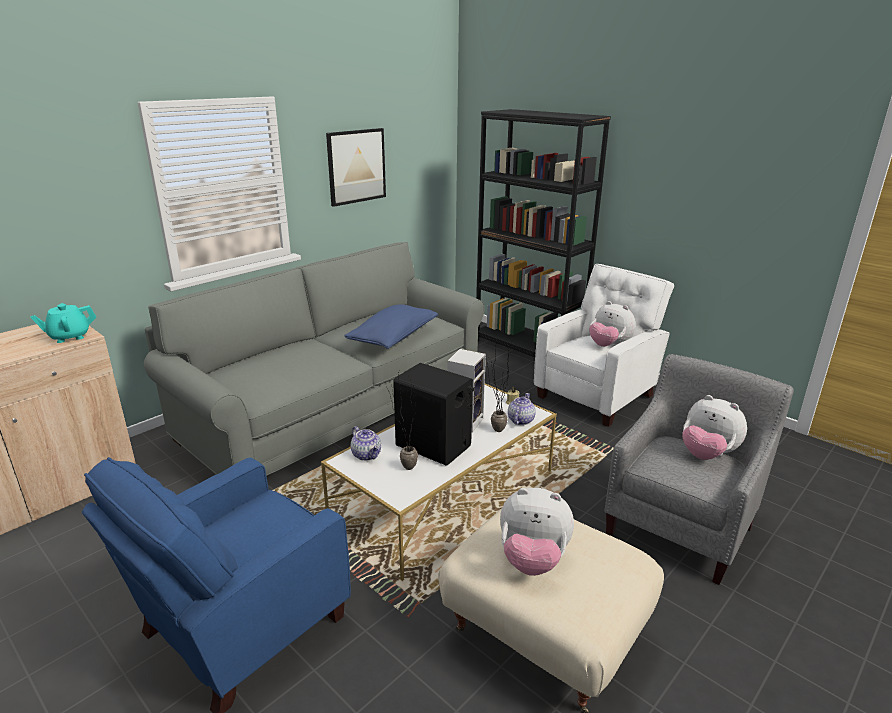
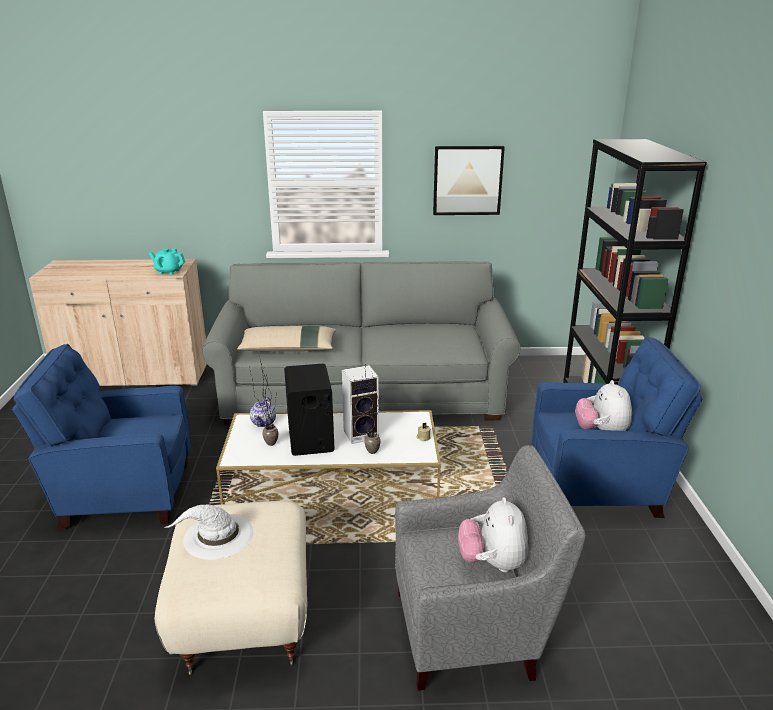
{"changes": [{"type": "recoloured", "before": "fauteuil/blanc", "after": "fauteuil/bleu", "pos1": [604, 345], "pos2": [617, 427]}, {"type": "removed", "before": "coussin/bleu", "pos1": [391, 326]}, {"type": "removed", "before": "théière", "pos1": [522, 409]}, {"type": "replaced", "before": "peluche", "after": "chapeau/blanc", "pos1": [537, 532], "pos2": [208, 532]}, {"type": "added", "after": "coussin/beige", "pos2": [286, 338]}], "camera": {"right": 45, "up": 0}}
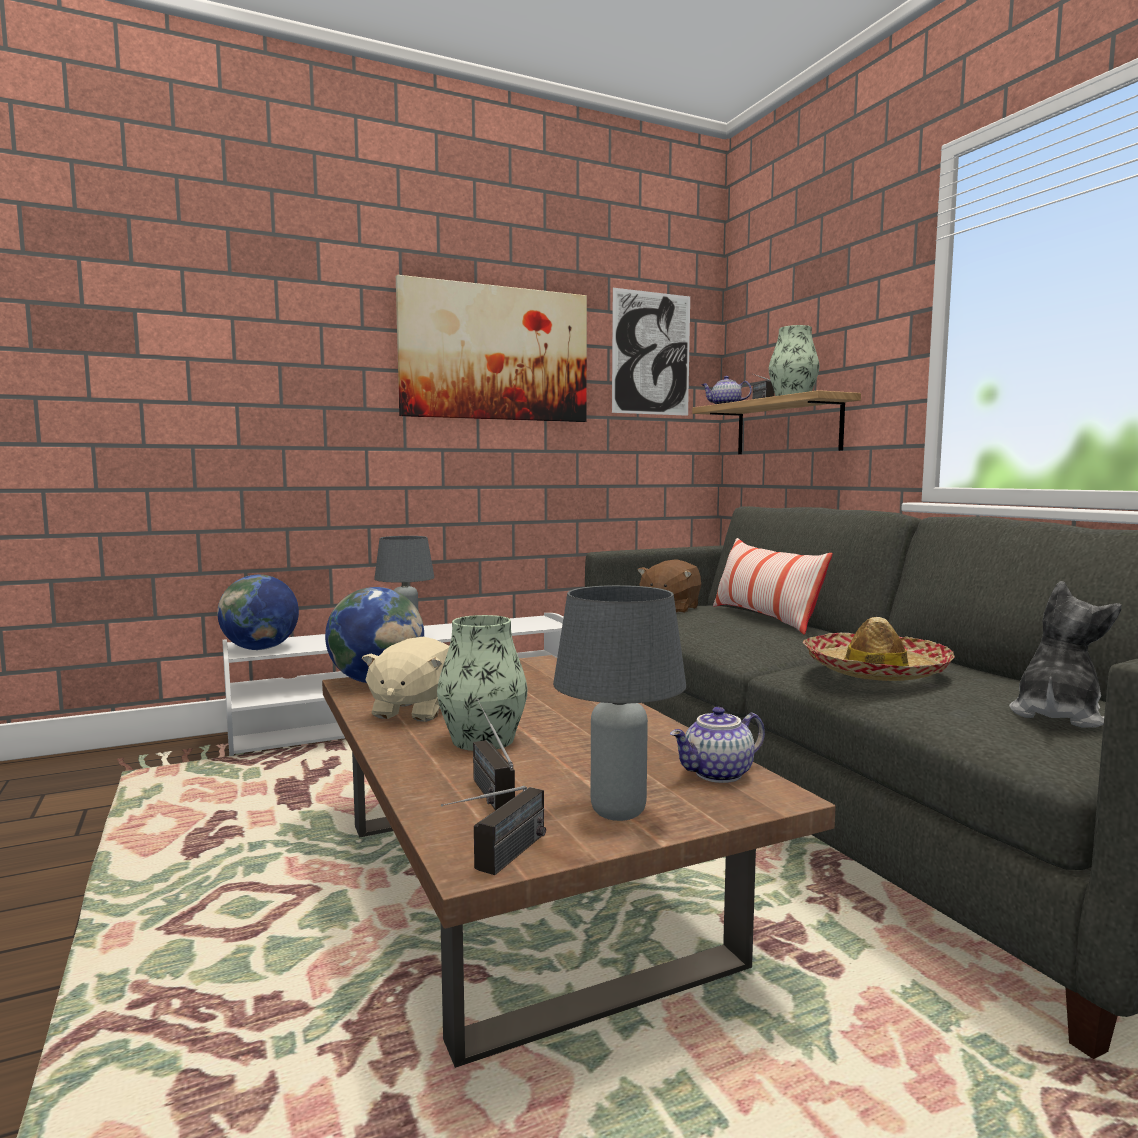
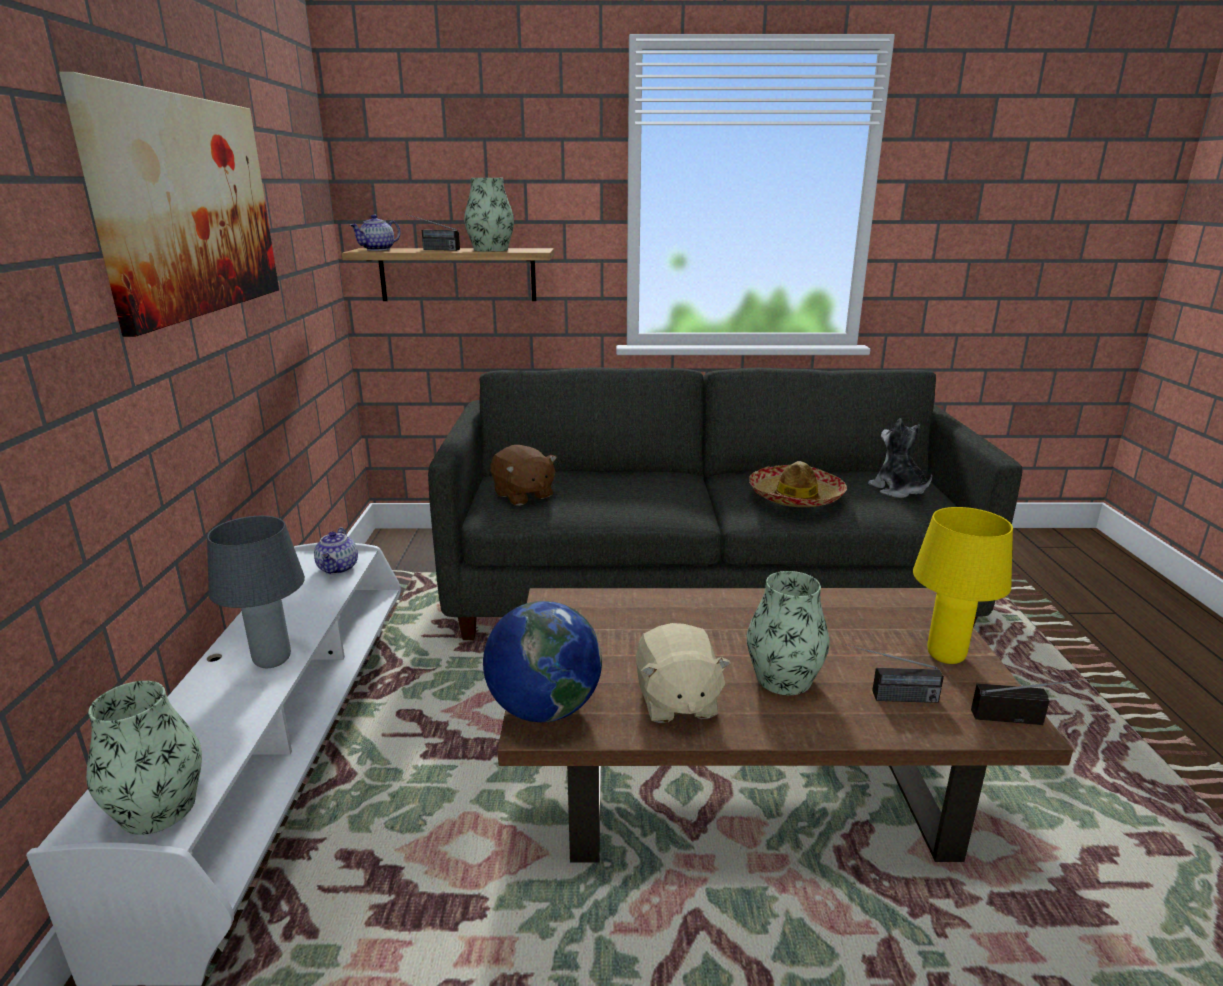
{"changes": [{"type": "removed", "before": "tableau", "pos1": [651, 352]}, {"type": "removed", "before": "coussin", "pos1": [773, 586]}, {"type": "replaced", "before": "globe", "after": "vase", "pos1": [258, 612], "pos2": [144, 758]}, {"type": "recoloured", "before": "lampe de table/gris", "after": "lampe de table/jaune", "pos1": [619, 703], "pos2": [963, 585]}, {"type": "turned", "before": "peluche/beige", "pos1": [405, 679], "pos2": [683, 673], "turn": 45}, {"type": "moved", "before": "théière", "pos1": [717, 745], "pos2": [336, 551]}, {"type": "turned", "before": "radio", "pos1": [493, 830], "pos2": [1032, 701], "turn": -45}], "camera": {"right": -65, "up": 15}}
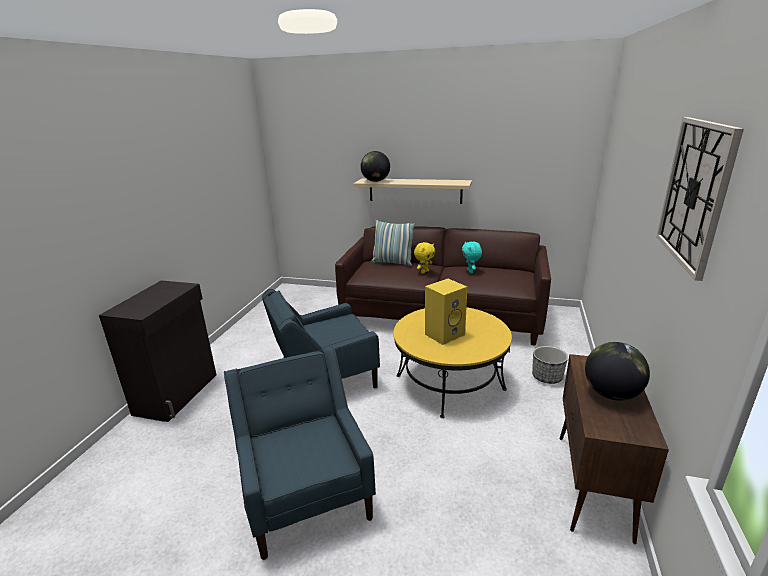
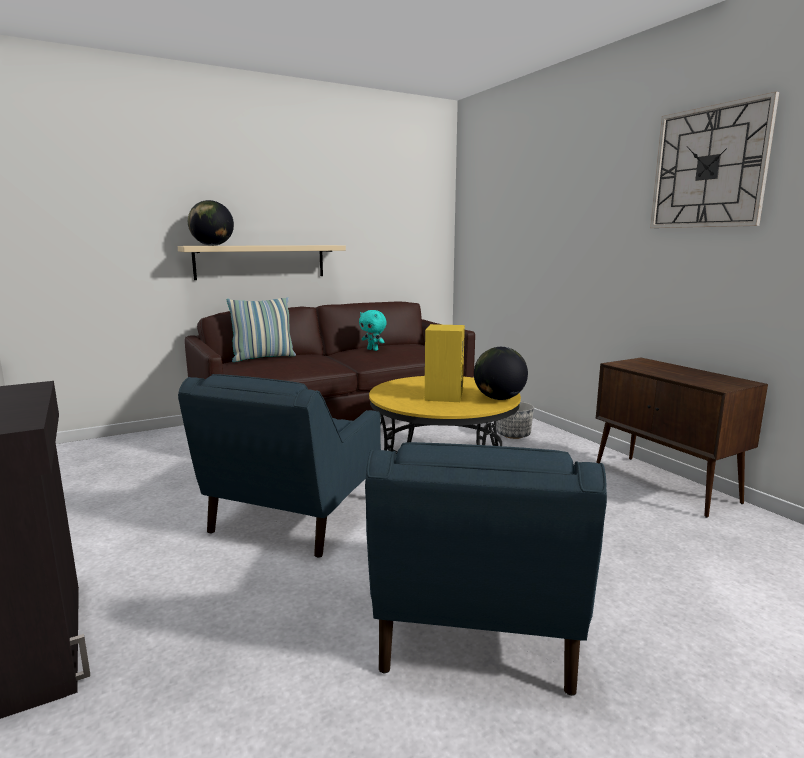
{"changes": [{"type": "removed", "before": "peluche/jaune", "pos1": [424, 258]}, {"type": "moved", "before": "globe", "pos1": [617, 371], "pos2": [501, 373]}, {"type": "turned", "before": "fauteuil/bleu", "pos1": [300, 453], "pos2": [486, 569], "turn": -105}], "camera": {"right": -45, "up": -10}}
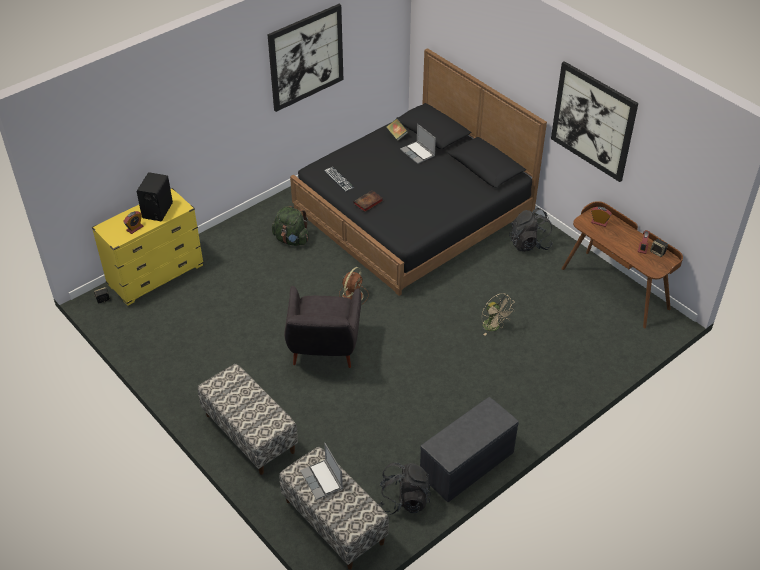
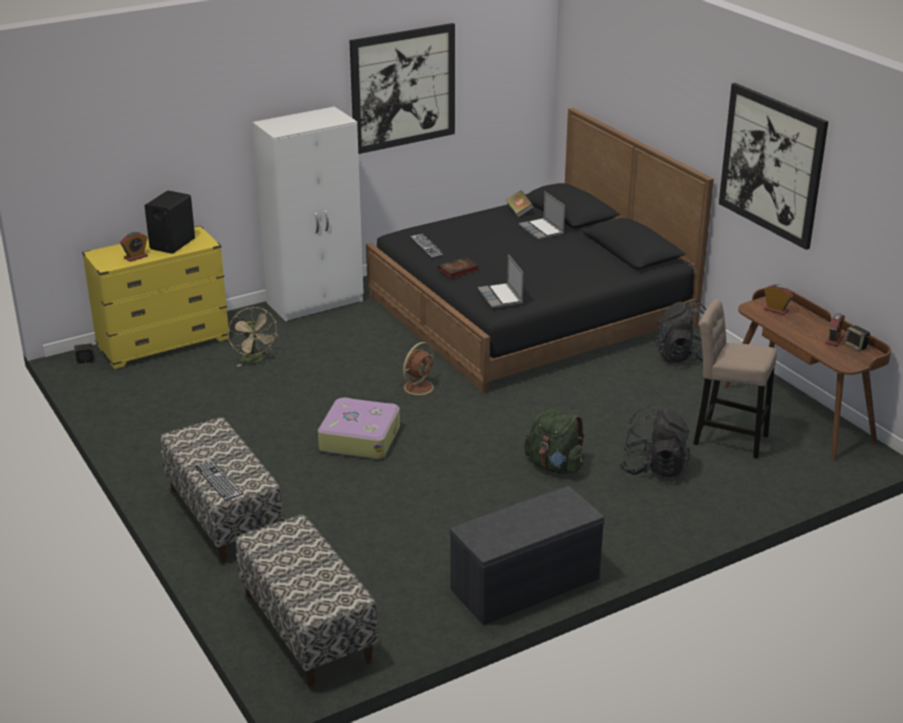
{"changes": [{"type": "moved", "before": "sac à dos/vert", "pos1": [290, 226], "pos2": [554, 440]}, {"type": "replaced", "before": "fauteuil/gris", "after": "valise", "pos1": [322, 327], "pos2": [359, 428]}, {"type": "moved", "before": "ventilateur/beige", "pos1": [498, 314], "pos2": [253, 337]}, {"type": "moved", "before": "ordinateur portable", "pos1": [321, 471], "pos2": [501, 281]}, {"type": "moved", "before": "sac à dos/noir", "pos1": [405, 488], "pos2": [654, 441]}, {"type": "added", "after": "armoire/blanc", "pos2": [308, 214]}, {"type": "added", "after": "tabouret/beige", "pos2": [735, 378]}, {"type": "added", "after": "clavier", "pos2": [219, 480]}], "camera": {"right": 10, "up": -15}}
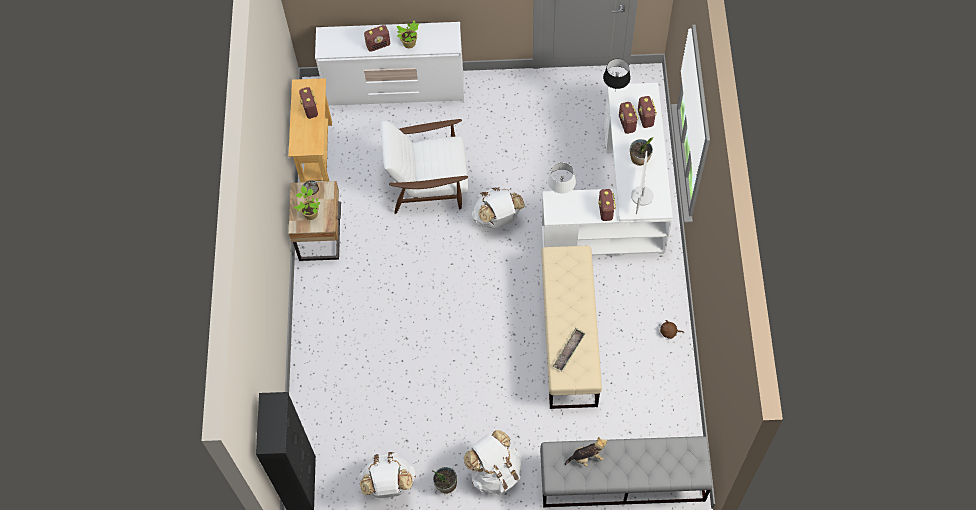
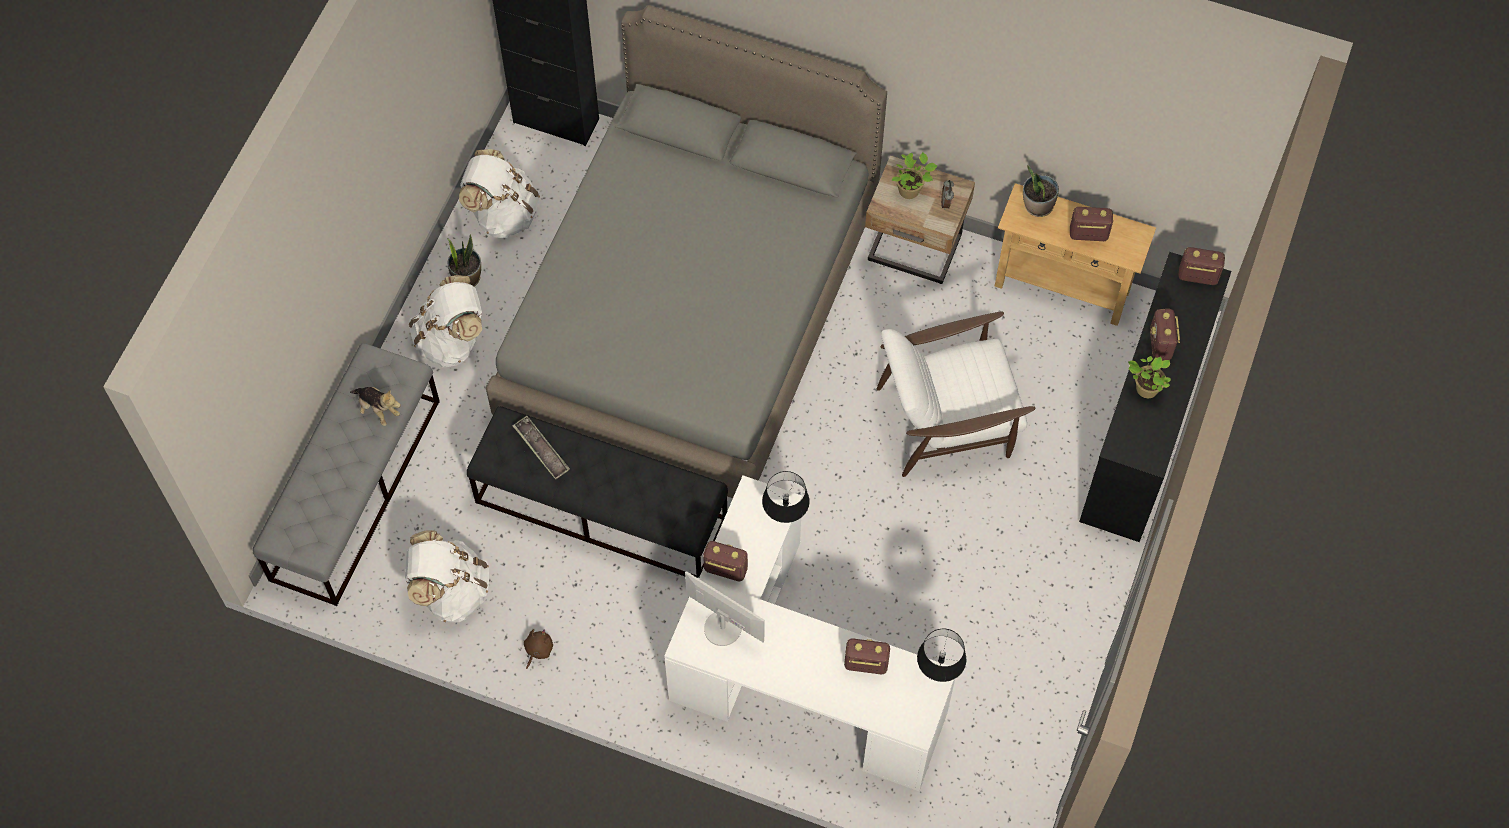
{"changes": [{"type": "recoloured", "before": "commode/blanc", "after": "commode/noir", "pos1": [389, 64], "pos2": [1155, 397]}, {"type": "moved", "before": "radio", "pos1": [647, 112], "pos2": [1201, 266]}, {"type": "turned", "before": "fauteuil/blanc", "pos1": [424, 166], "pos2": [956, 394], "turn": -120}, {"type": "moved", "before": "plante en pot", "pos1": [642, 151], "pos2": [1041, 191]}, {"type": "recoloured", "before": "lampe de table/blanc", "after": "lampe de table/noir", "pos1": [562, 178], "pos2": [786, 497]}, {"type": "moved", "before": "sac à dos/blanc", "pos1": [498, 207], "pos2": [447, 576]}, {"type": "recoloured", "before": "banc/beige", "after": "banc/noir", "pos1": [571, 327], "pos2": [597, 492]}, {"type": "turned", "before": "peluche", "pos1": [586, 451], "pos2": [375, 406], "turn": -60}, {"type": "added", "after": "lit/gris", "pos2": [686, 251]}], "camera": {"right": 110, "up": 0}}
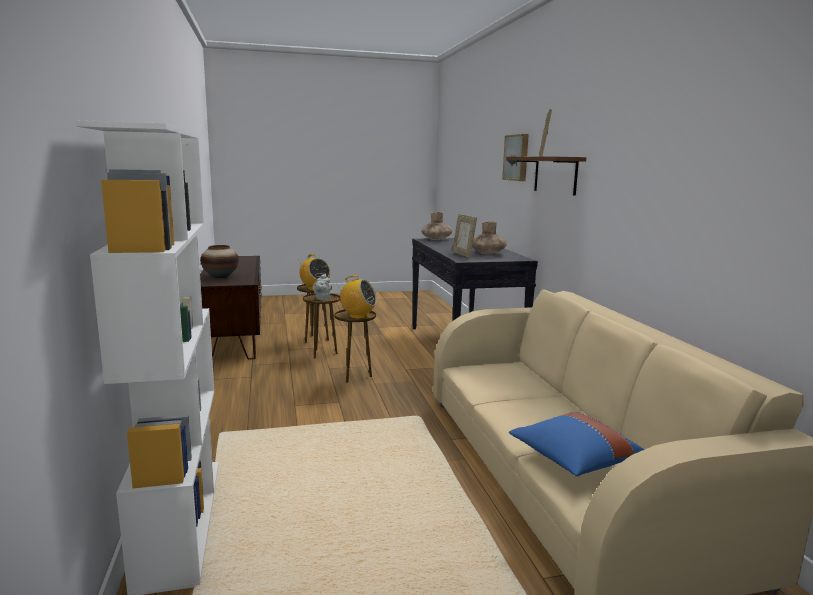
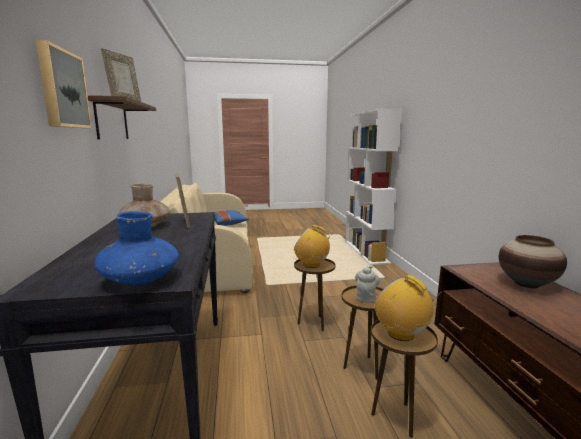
{"changes": [{"type": "recoloured", "before": "vase/marron", "after": "vase/bleu", "pos1": [436, 226], "pos2": [137, 248]}], "camera": {"right": -175, "up": 0}}
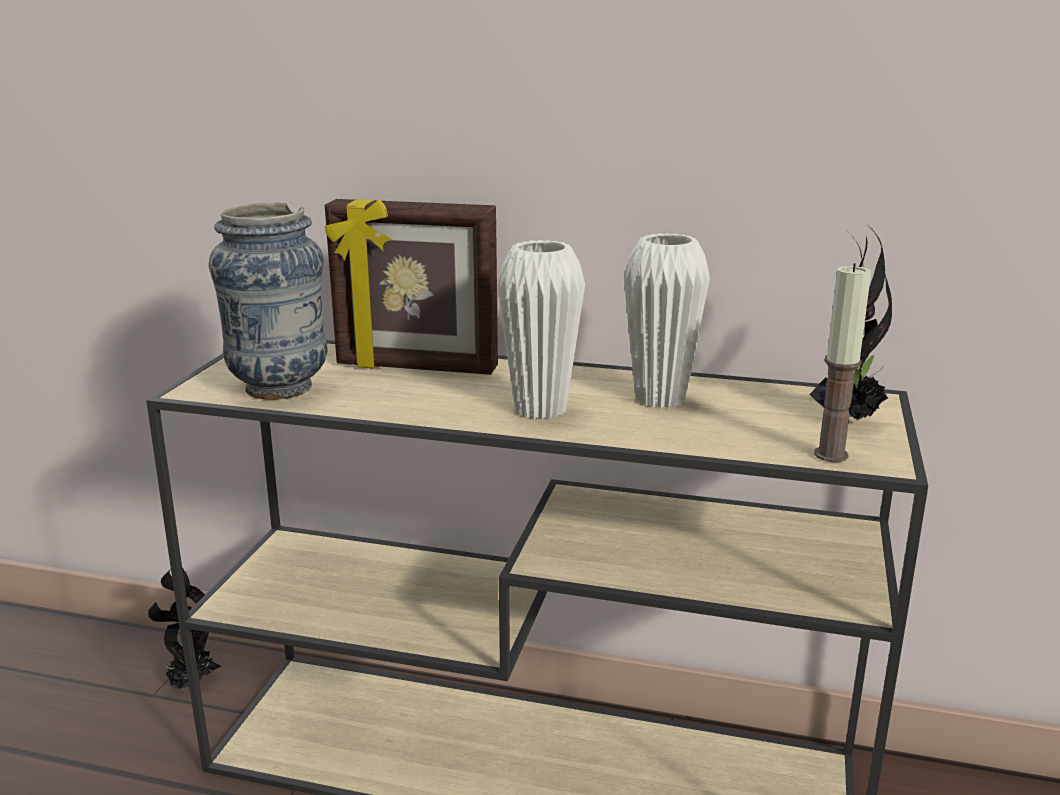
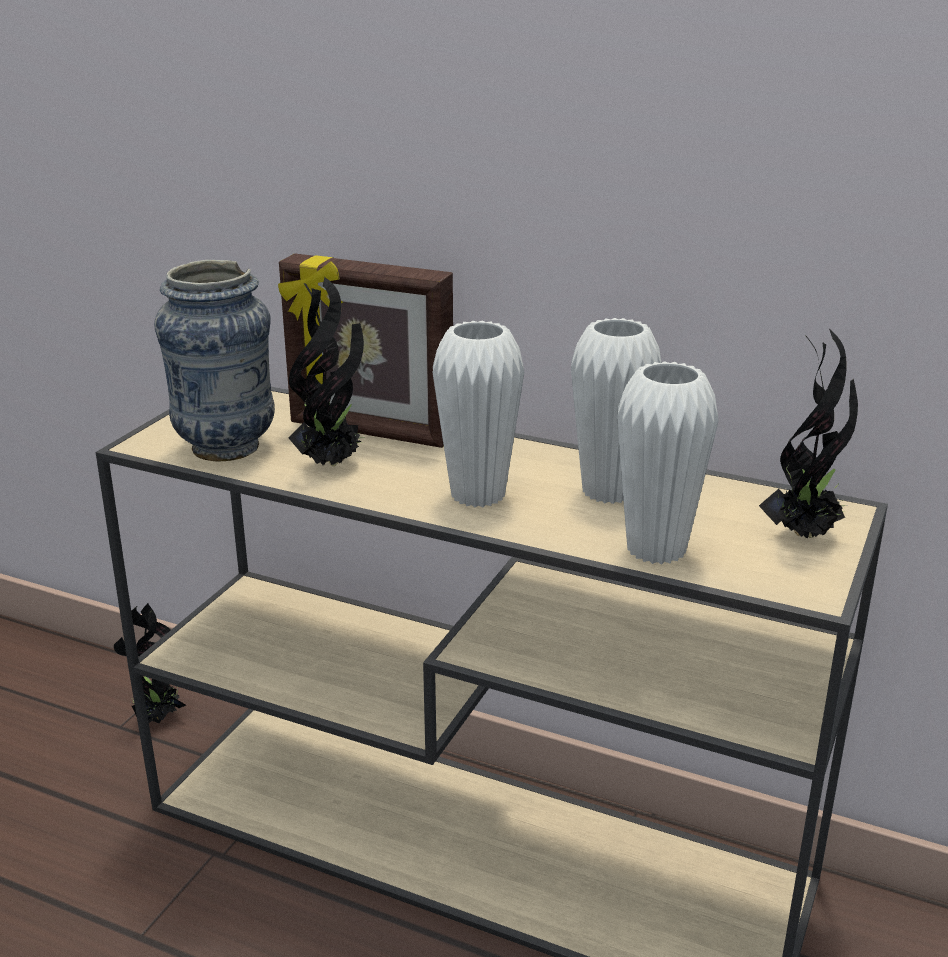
{"changes": [{"type": "removed", "before": "bougie", "pos1": [842, 362]}, {"type": "added", "after": "plante en pot", "pos2": [326, 371]}, {"type": "added", "after": "vase/blanc", "pos2": [668, 462]}], "camera": {"right": 10, "up": 5}}
